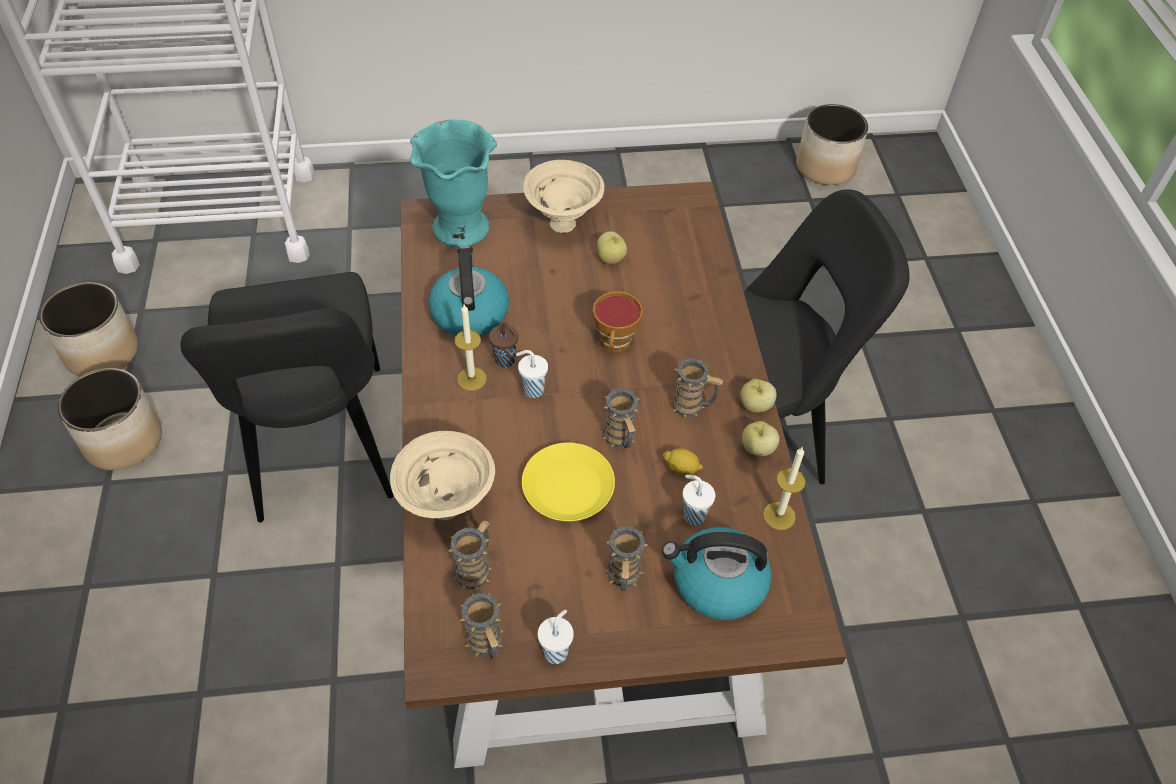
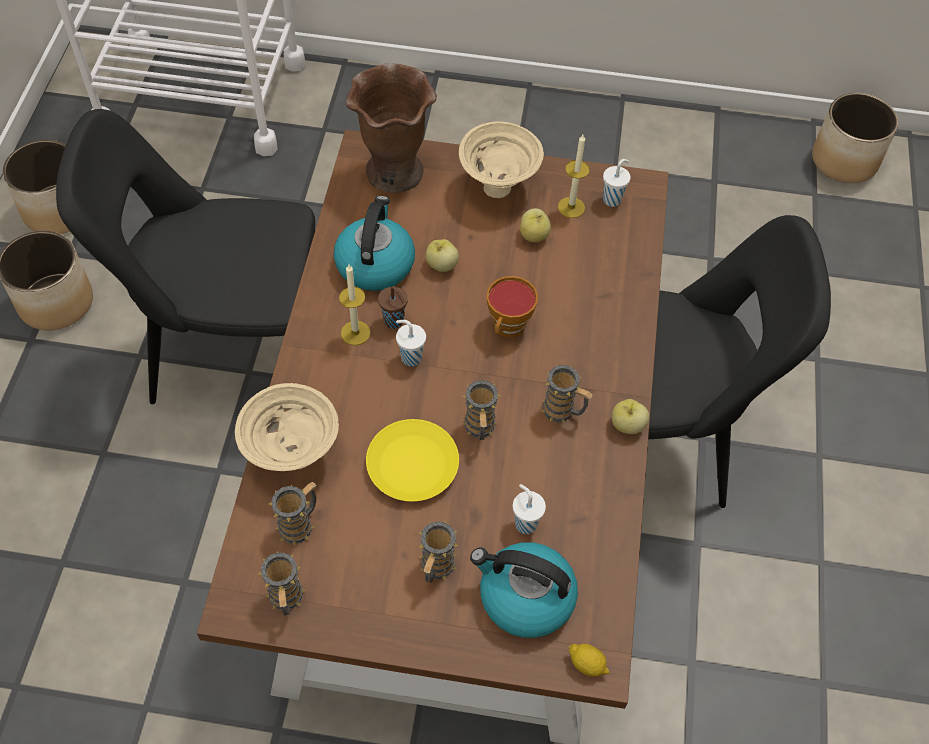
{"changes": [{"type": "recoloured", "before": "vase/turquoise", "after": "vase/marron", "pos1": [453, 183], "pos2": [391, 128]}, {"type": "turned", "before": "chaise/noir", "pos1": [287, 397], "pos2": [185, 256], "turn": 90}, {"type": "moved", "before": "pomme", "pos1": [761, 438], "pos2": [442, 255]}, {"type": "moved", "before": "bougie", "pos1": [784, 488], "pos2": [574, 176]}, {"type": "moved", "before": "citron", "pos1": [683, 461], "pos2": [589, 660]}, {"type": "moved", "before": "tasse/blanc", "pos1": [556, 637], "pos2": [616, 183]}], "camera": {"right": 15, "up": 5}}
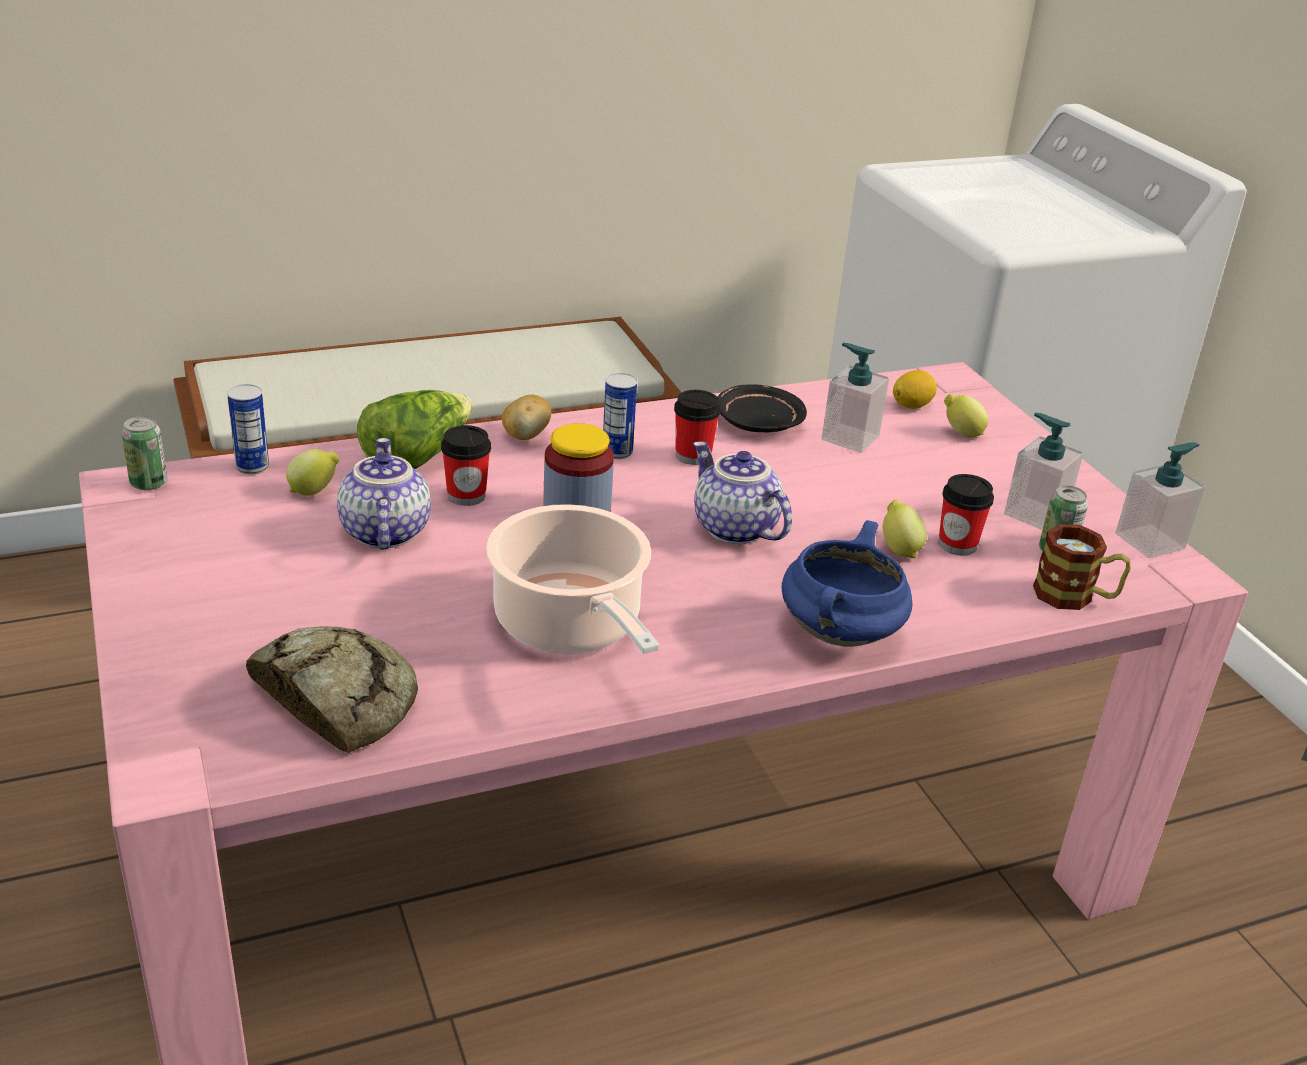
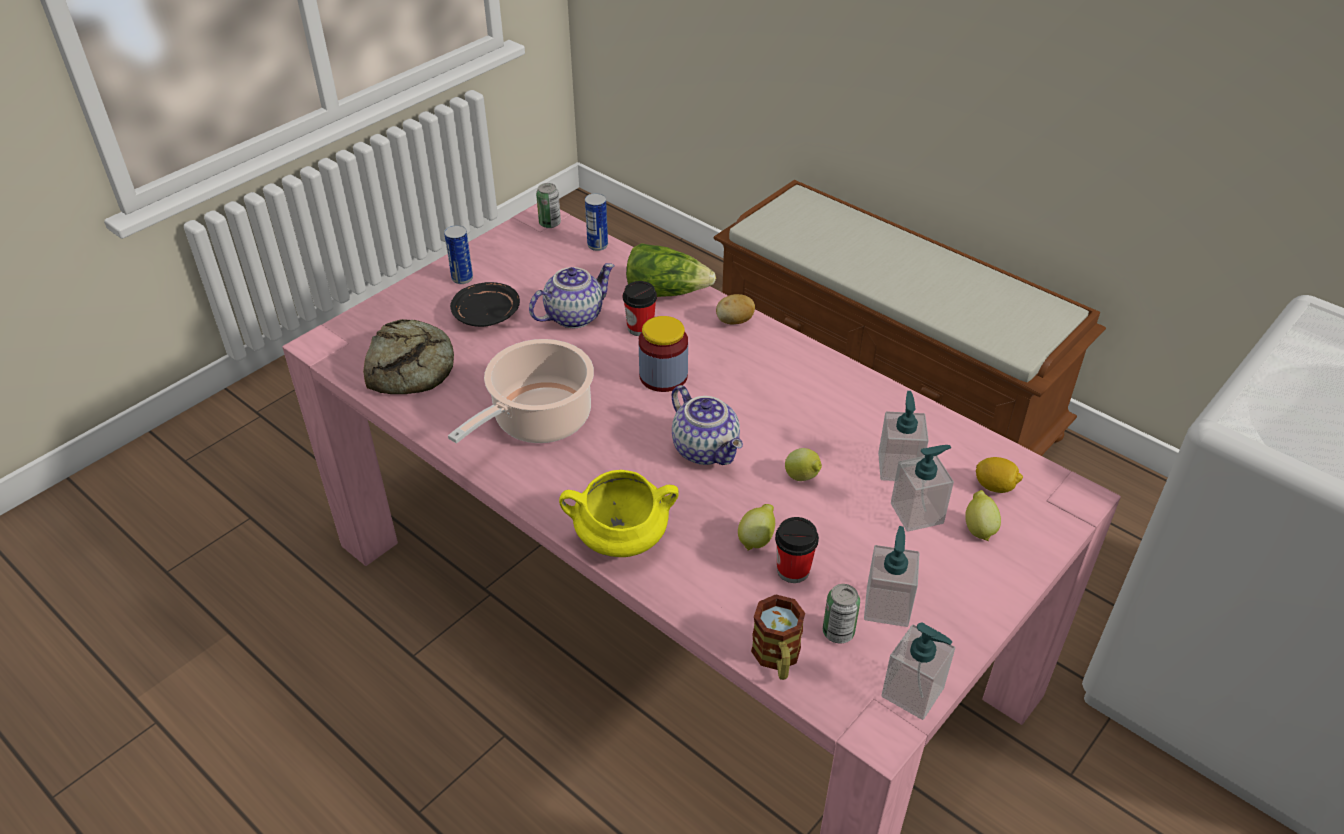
{"changes": [{"type": "moved", "before": "boîte métallique", "pos1": [620, 416], "pos2": [458, 254]}, {"type": "moved", "before": "assiette/noir", "pos1": [762, 408], "pos2": [485, 304]}, {"type": "removed", "before": "tasse", "pos1": [697, 427]}, {"type": "turned", "before": "théière", "pos1": [742, 492], "pos2": [707, 425], "turn": 120}, {"type": "moved", "before": "citron", "pos1": [313, 472], "pos2": [803, 464]}, {"type": "recoloured", "before": "marmite/bleu", "after": "marmite/jaune", "pos1": [847, 583], "pos2": [619, 513]}, {"type": "added", "after": "distributeur de savon", "pos2": [922, 488]}], "camera": {"right": 65, "up": 10}}
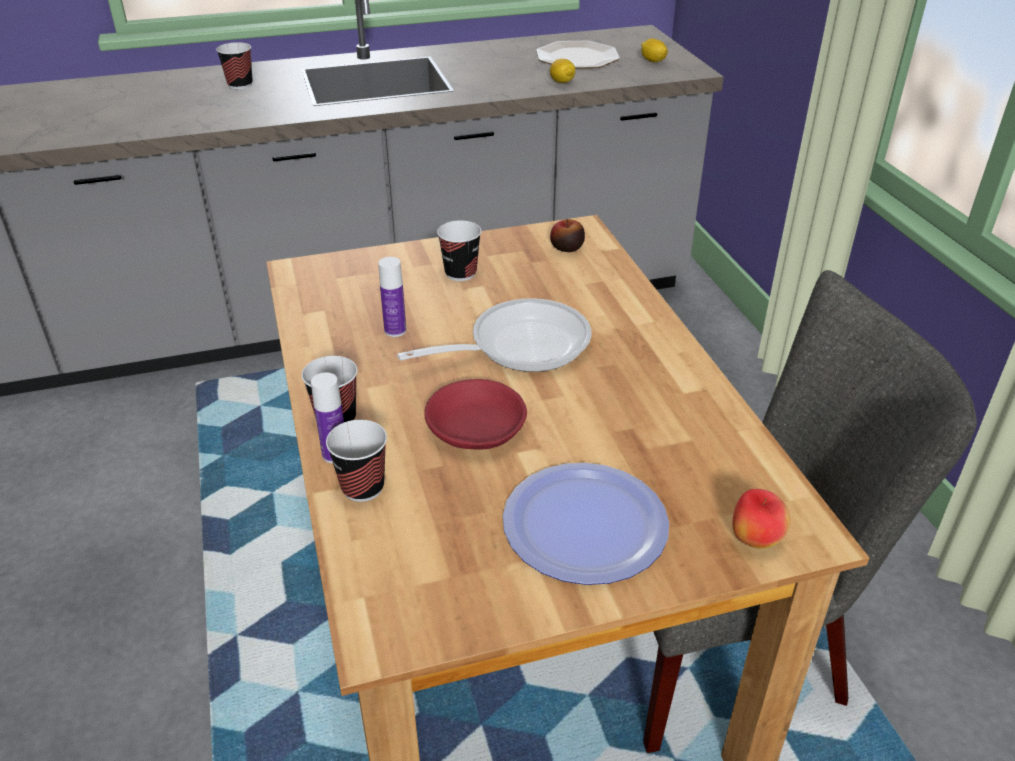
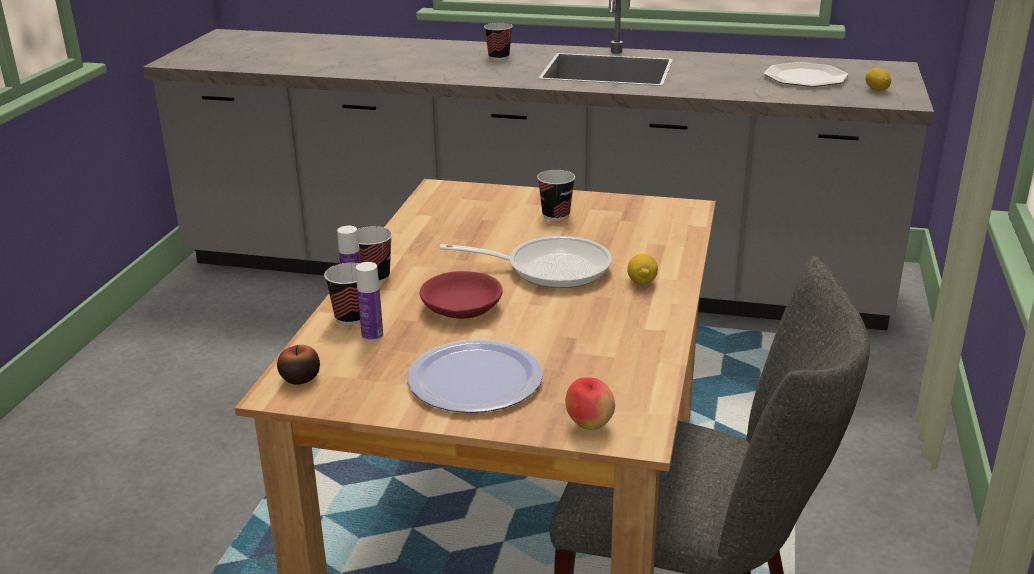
{"changes": [{"type": "moved", "before": "citron", "pos1": [562, 71], "pos2": [642, 269]}, {"type": "moved", "before": "pomme", "pos1": [567, 235], "pos2": [298, 365]}, {"type": "moved", "before": "bouteille", "pos1": [392, 297], "pos2": [369, 302]}], "camera": {"right": 30, "up": -10}}
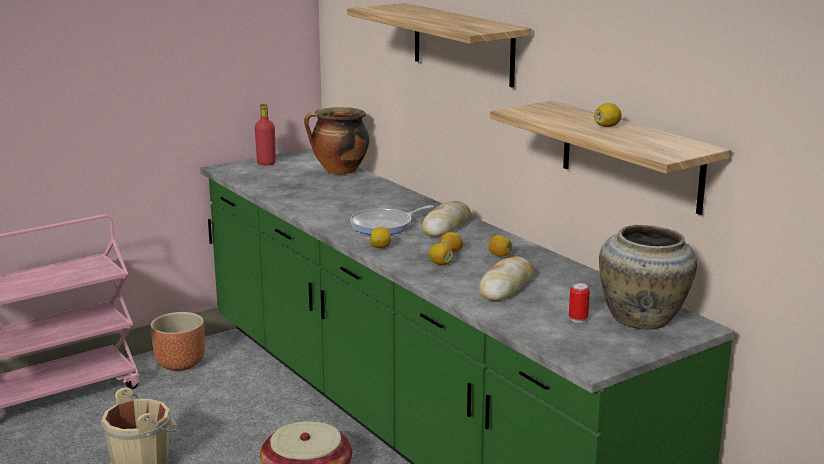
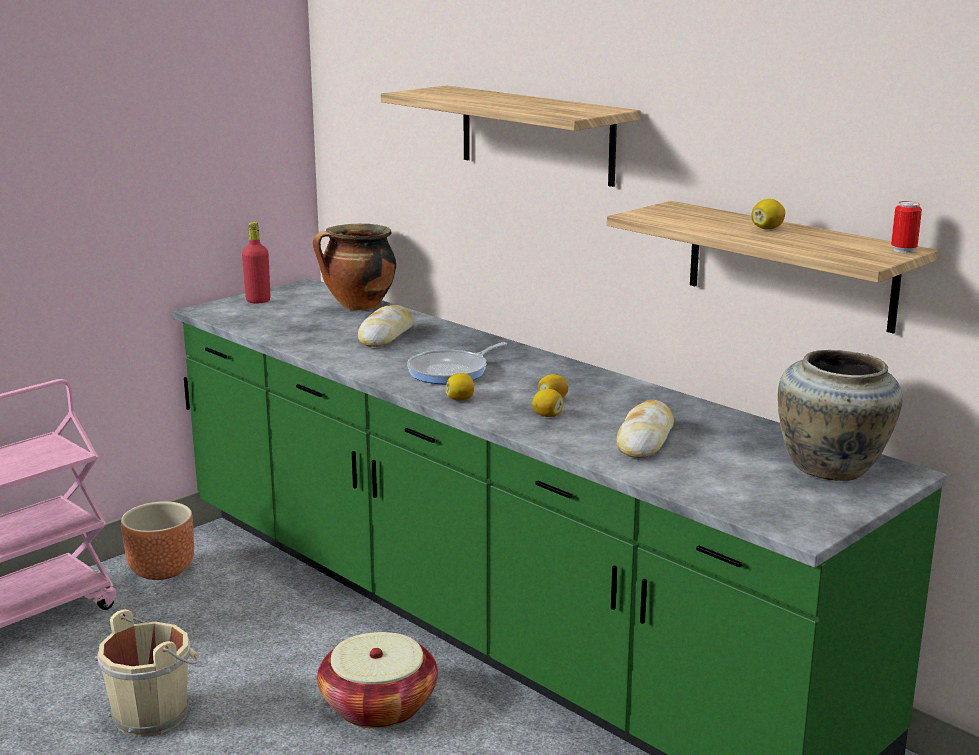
{"changes": [{"type": "moved", "before": "pain", "pos1": [447, 219], "pos2": [386, 326]}, {"type": "removed", "before": "citron", "pos1": [500, 245]}, {"type": "moved", "before": "boîte métallique", "pos1": [579, 303], "pos2": [906, 227]}], "camera": {"right": -10, "up": 0}}
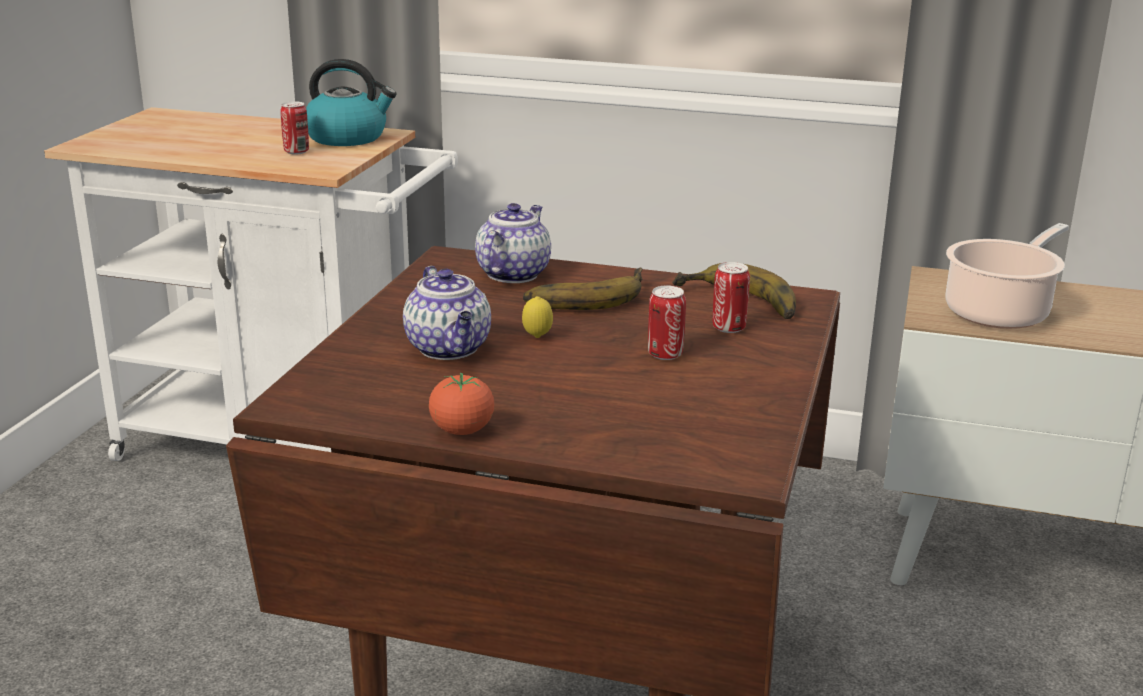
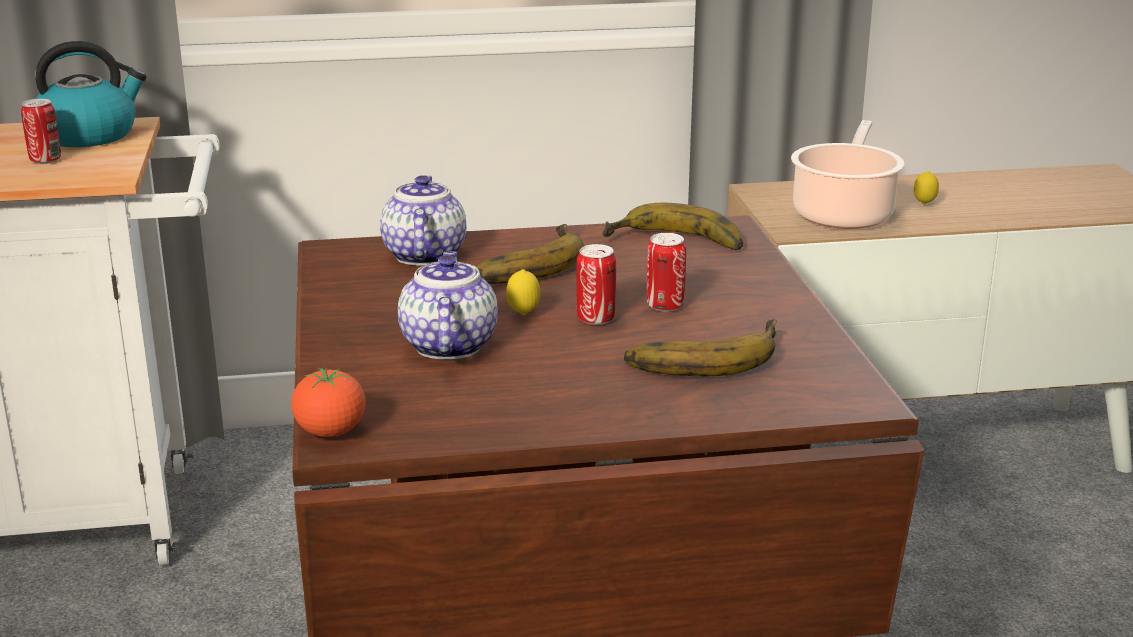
{"changes": [{"type": "moved", "before": "boîte métallique", "pos1": [731, 297], "pos2": [596, 284]}, {"type": "turned", "before": "théière", "pos1": [447, 313], "pos2": [448, 305], "turn": -135}, {"type": "moved", "before": "tomate", "pos1": [461, 404], "pos2": [328, 403]}, {"type": "added", "after": "citron", "pos2": [926, 188]}, {"type": "added", "after": "banane", "pos2": [700, 347]}], "camera": {"right": -25, "up": 0}}
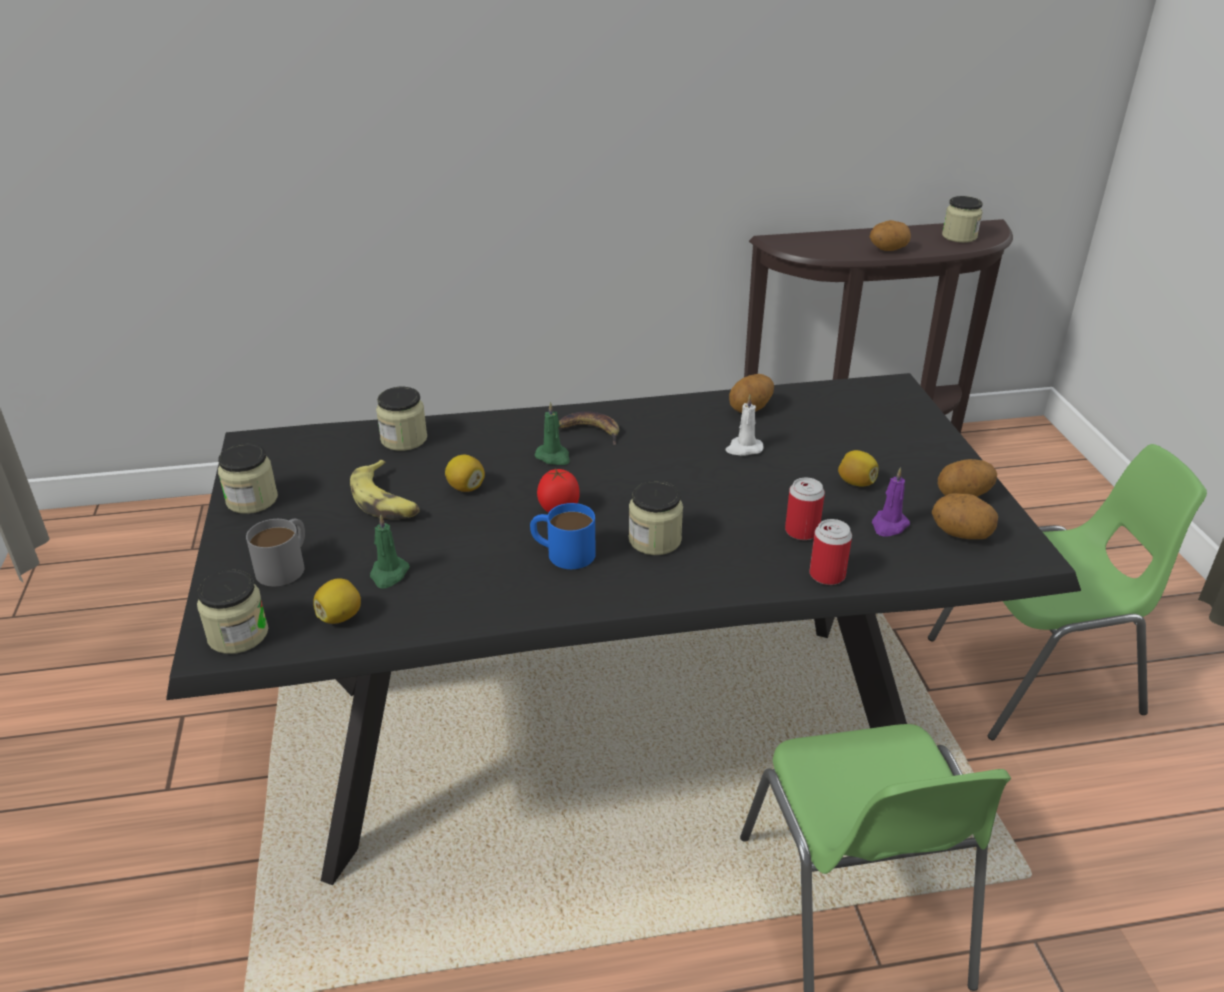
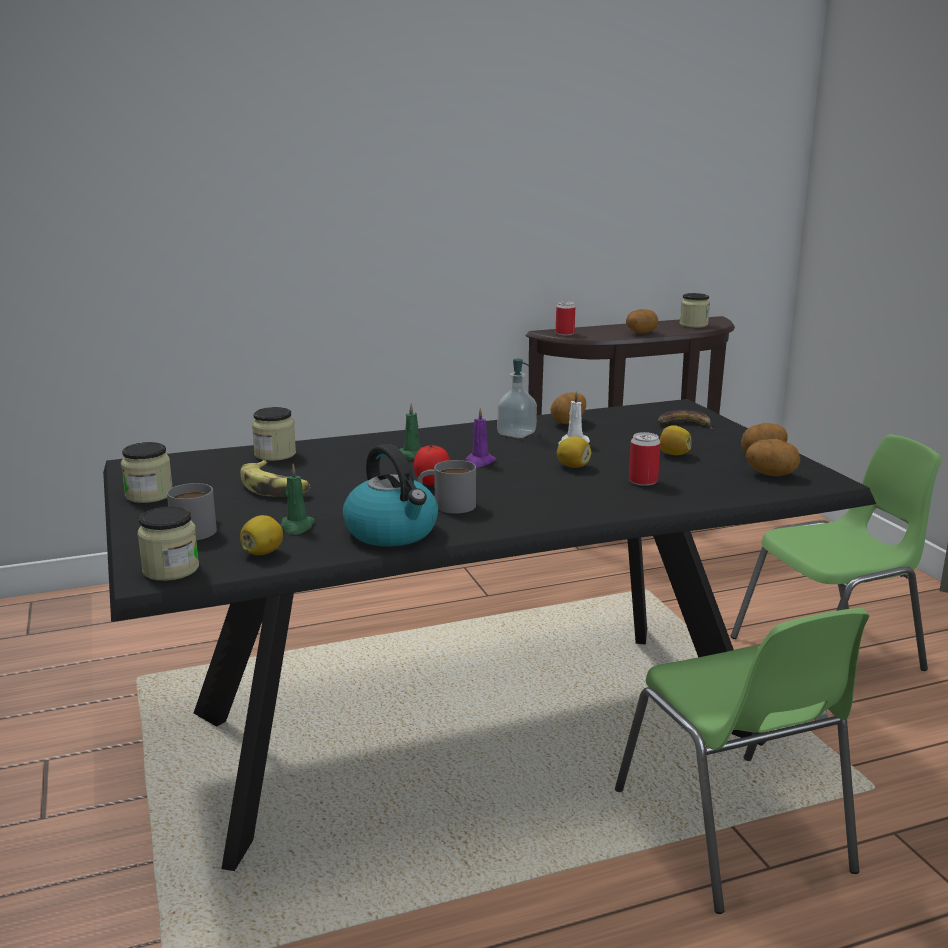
{"changes": [{"type": "moved", "before": "banane", "pos1": [589, 428], "pos2": [685, 420]}, {"type": "moved", "before": "citron", "pos1": [465, 473], "pos2": [574, 452]}, {"type": "moved", "before": "bougie/violet", "pos1": [891, 502], "pos2": [480, 438]}, {"type": "removed", "before": "bocal", "pos1": [656, 518]}, {"type": "recoloured", "before": "mug/bleu", "after": "mug/gris", "pos1": [563, 536], "pos2": [446, 487]}, {"type": "moved", "before": "boîte métallique", "pos1": [830, 552], "pos2": [565, 318]}, {"type": "added", "after": "distributeur de savon", "pos2": [517, 398]}, {"type": "added", "after": "bouilloire", "pos2": [390, 495]}], "camera": {"right": -10, "up": -15}}
